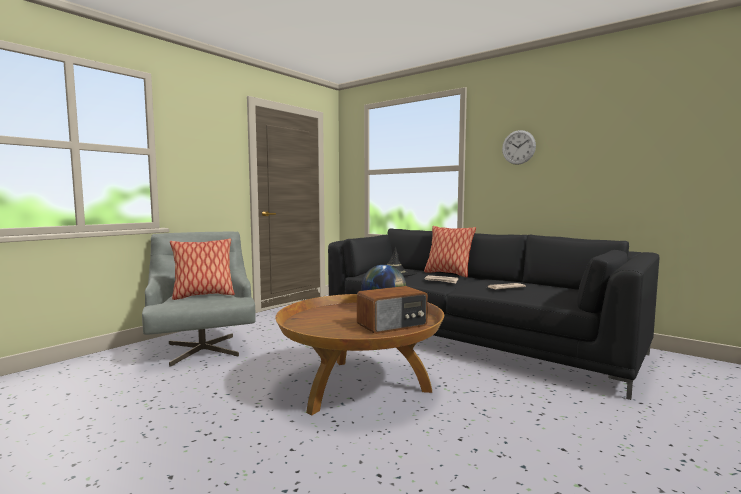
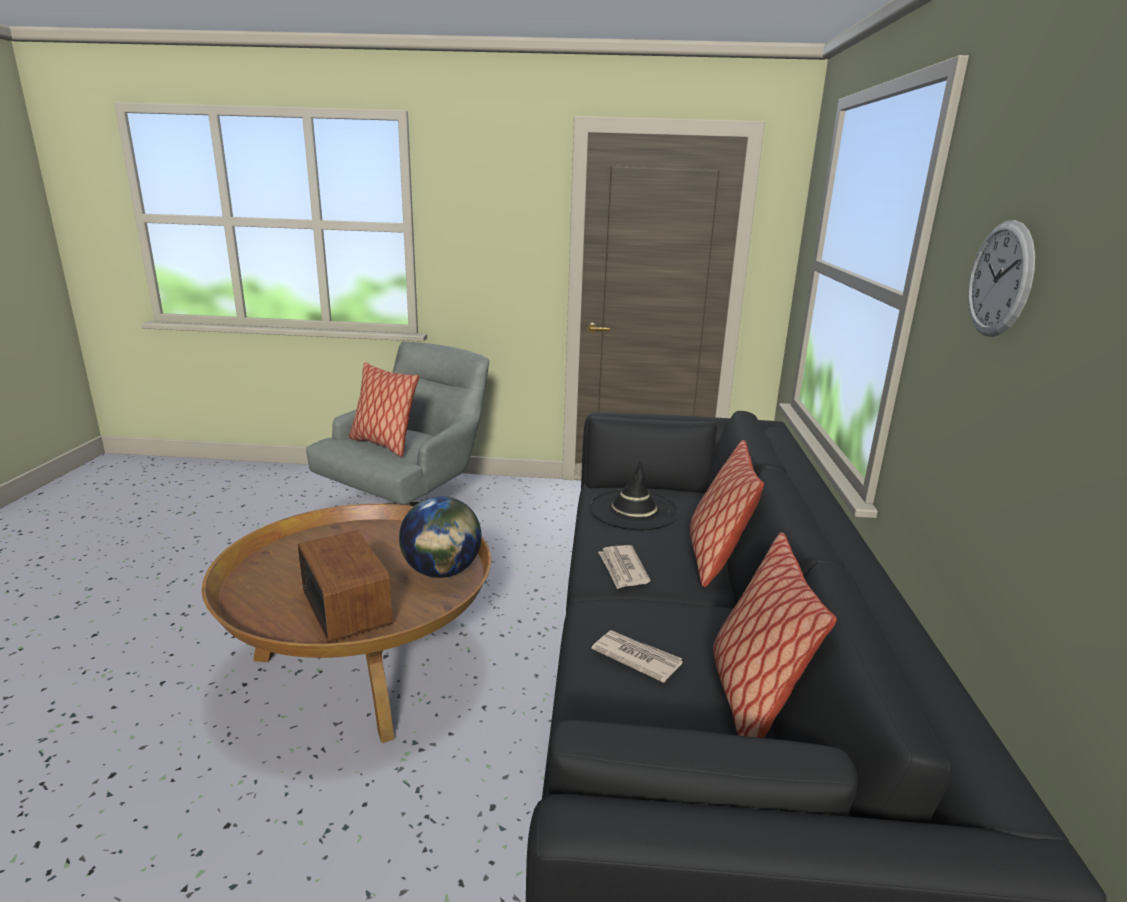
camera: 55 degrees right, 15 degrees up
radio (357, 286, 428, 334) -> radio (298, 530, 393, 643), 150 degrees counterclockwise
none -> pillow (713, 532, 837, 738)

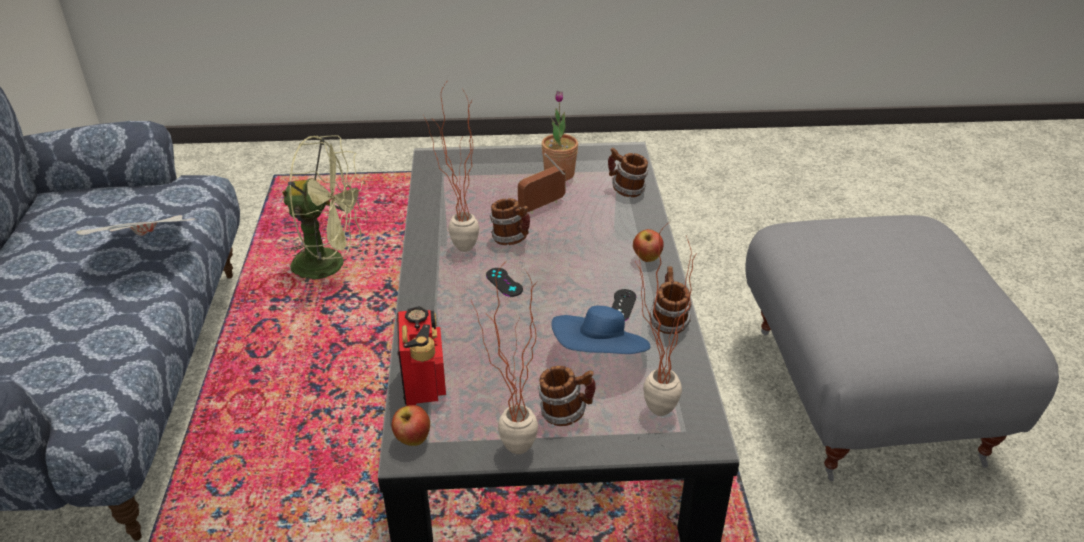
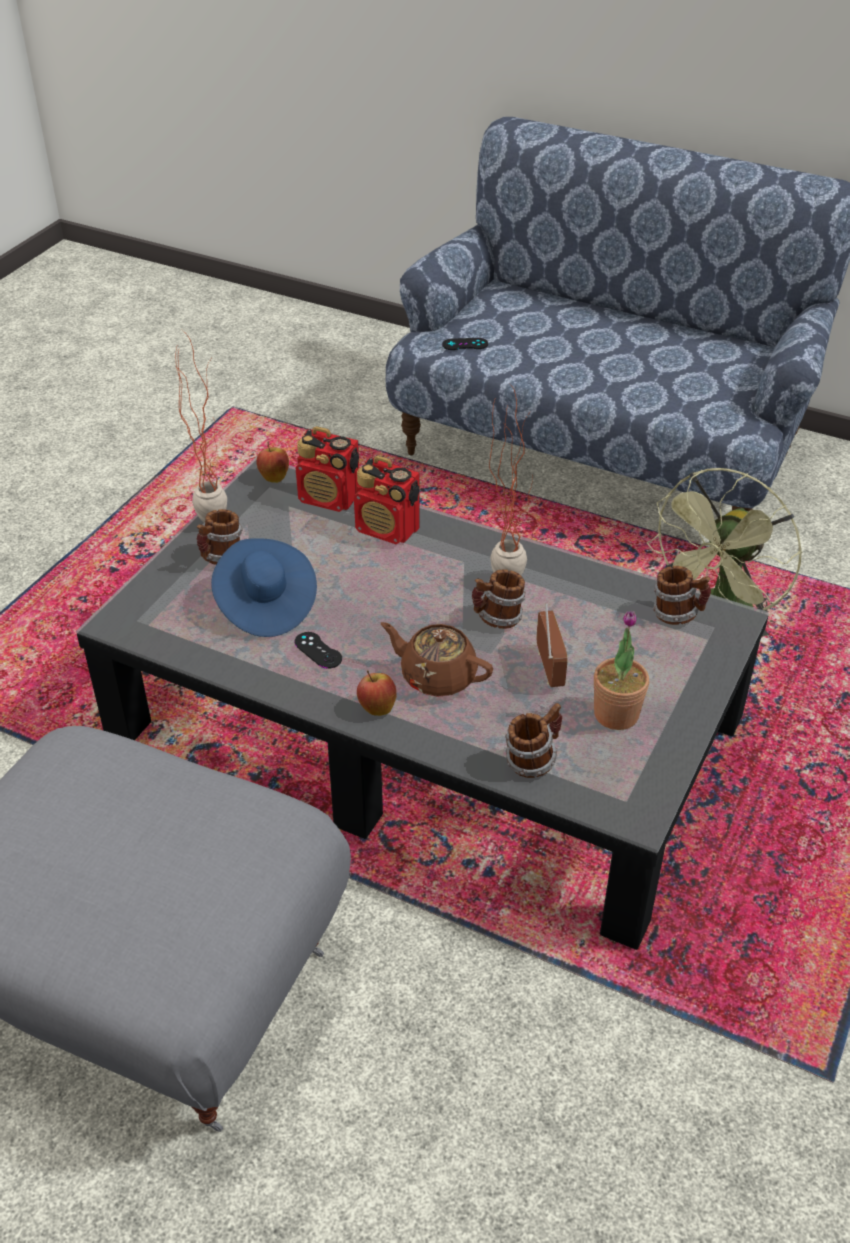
camera: 120 degrees right, 5 degrees up
newspaper (76, 215, 193, 236) -> none
potted plant (636, 223, 696, 416) -> none
mug (649, 266, 692, 334) -> mug (653, 566, 711, 625), move
game controller (black) (486, 268, 523, 297) -> game controller (black) (442, 338, 488, 350), move
none -> radio (354, 455, 420, 544)
none -> teapot (brown) (381, 622, 493, 697)

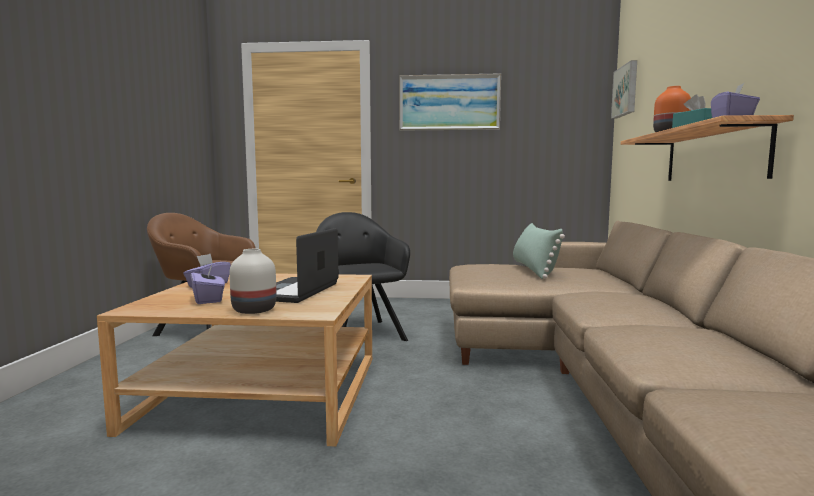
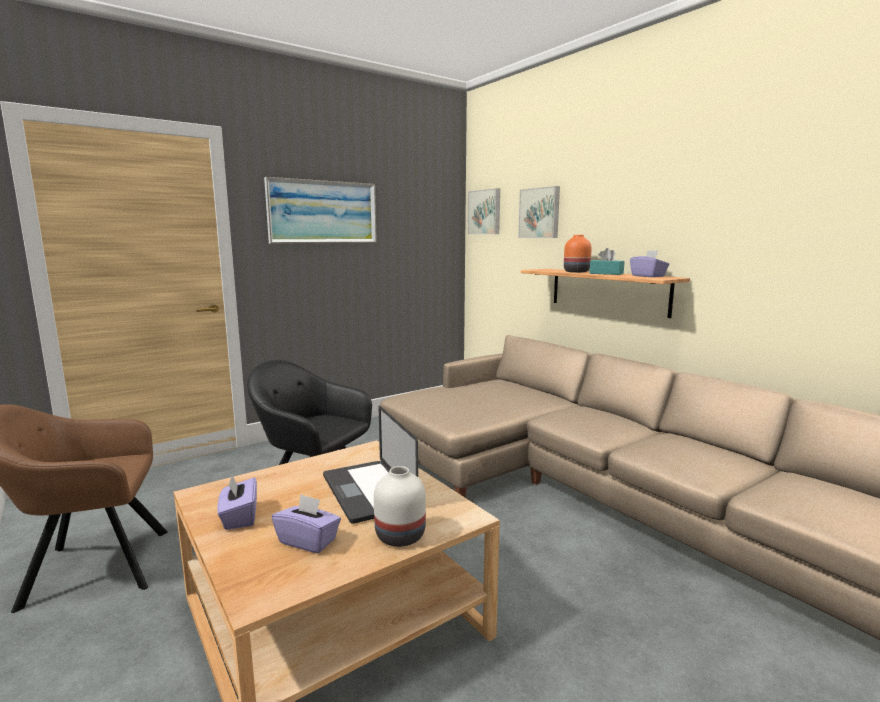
camera: 40 degrees left, 5 degrees up
pillow (green) (513, 223, 565, 279) -> none
none -> picture (518, 186, 560, 238)

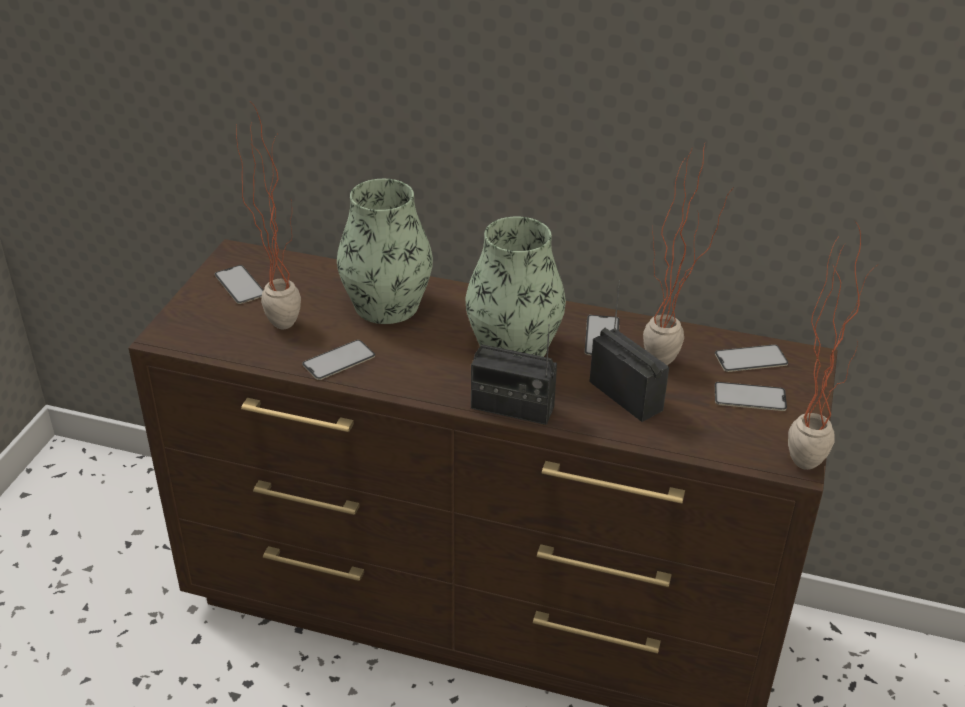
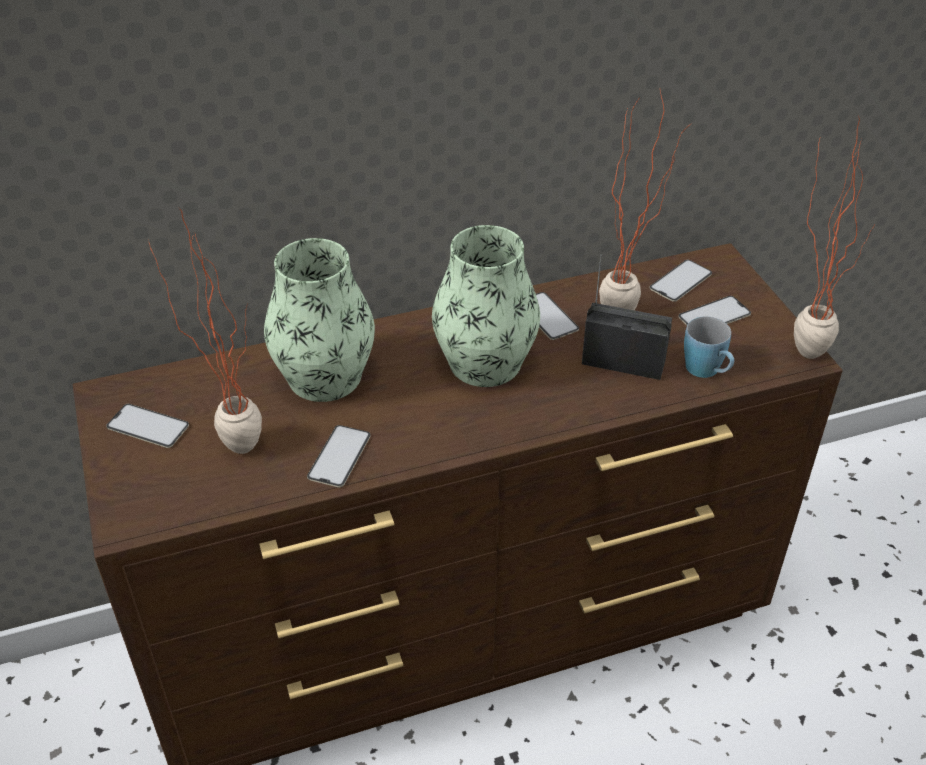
camera: 35 degrees left, 5 degrees up
radio (471, 324, 557, 425) -> none
none -> mug (blue) (684, 316, 734, 378)

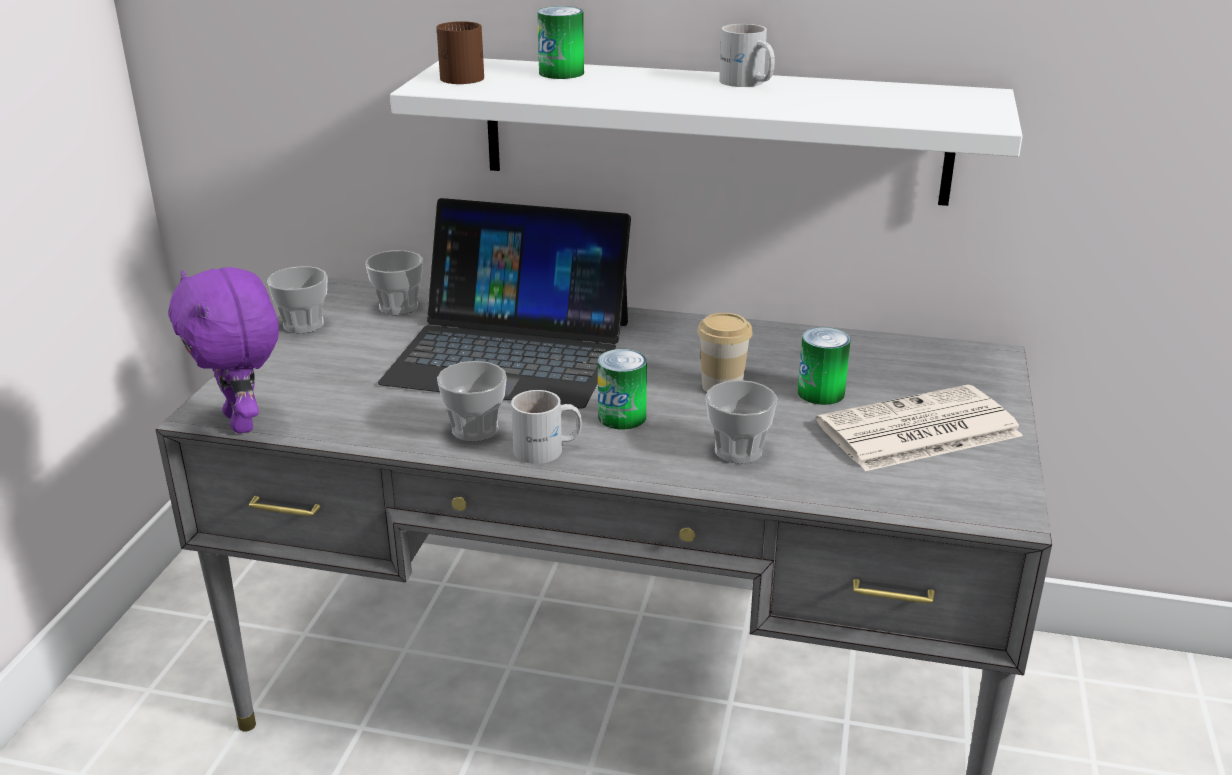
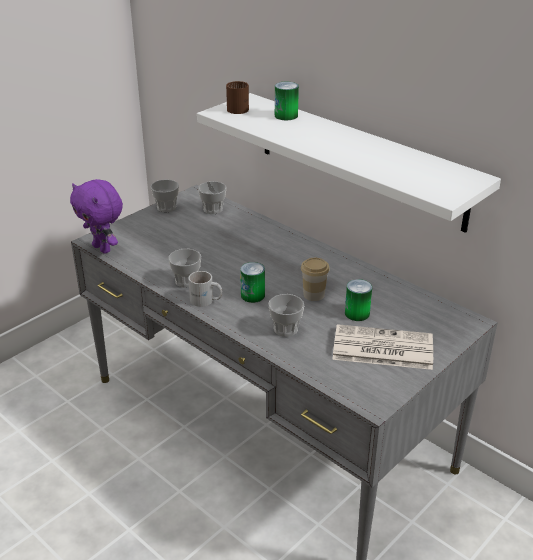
camera: 30 degrees right, 5 degrees up
mug (white) (719, 24, 775, 87) -> none
laptop (378, 198, 631, 409) -> none
plush toy (purple) (168, 267, 279, 434) -> plush toy (purple) (70, 179, 123, 254), 45 degrees counterclockwise

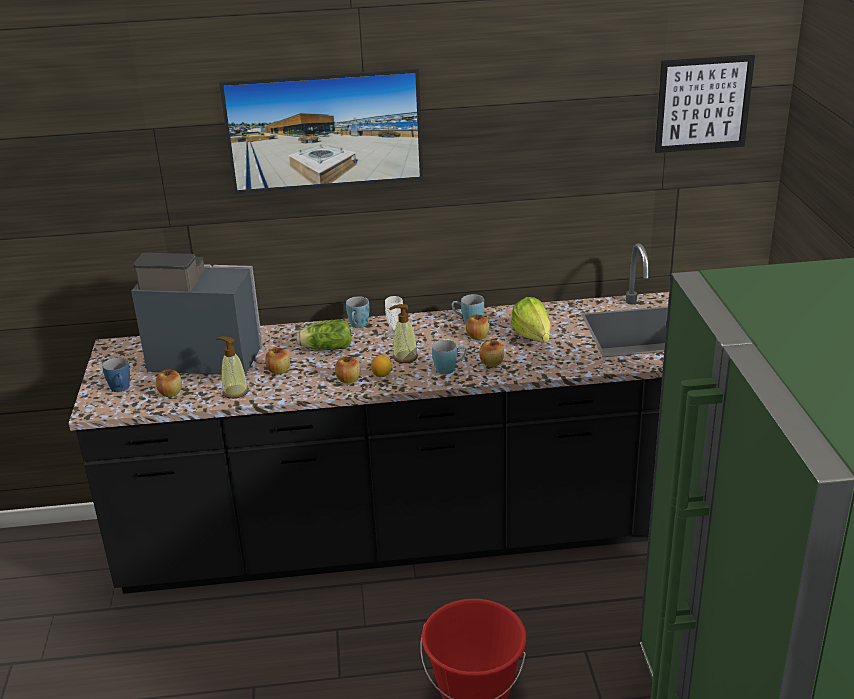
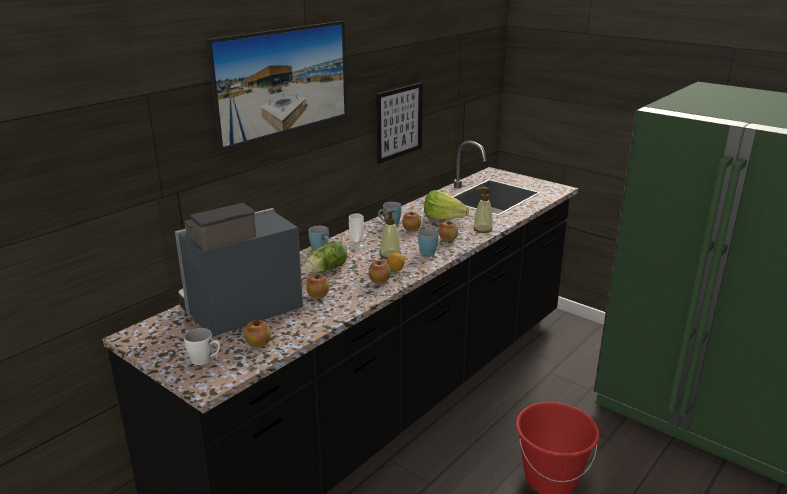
camera: 45 degrees left, 5 degrees down
picture (655, 55, 755, 153) -> picture (376, 82, 423, 164), move
soap dispenser (216, 336, 249, 399) -> soap dispenser (474, 187, 493, 233), move
mug (blue) (102, 357, 130, 392) -> mug (white) (184, 328, 221, 365)

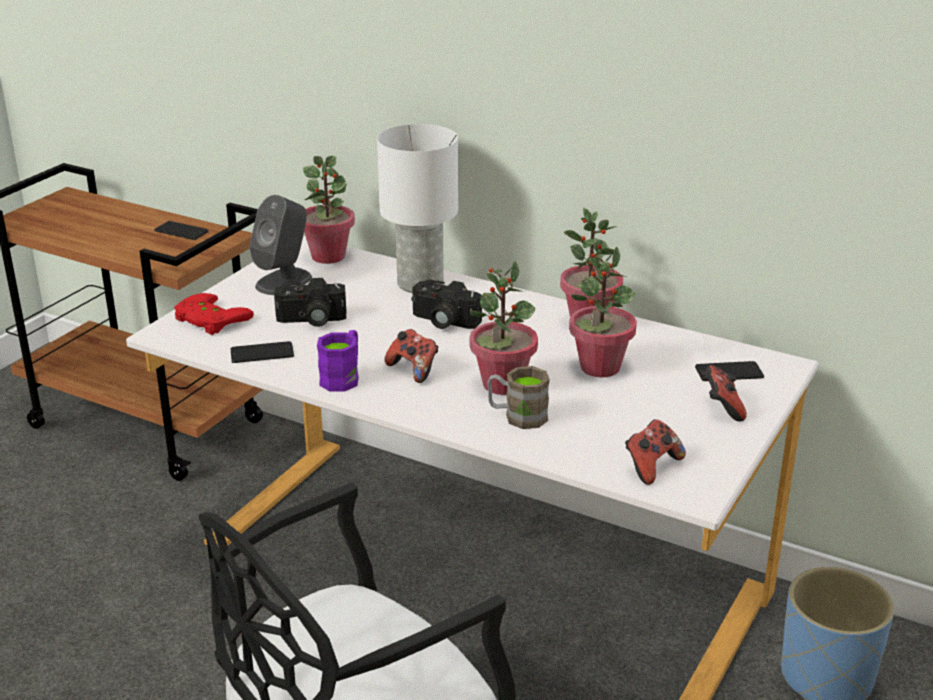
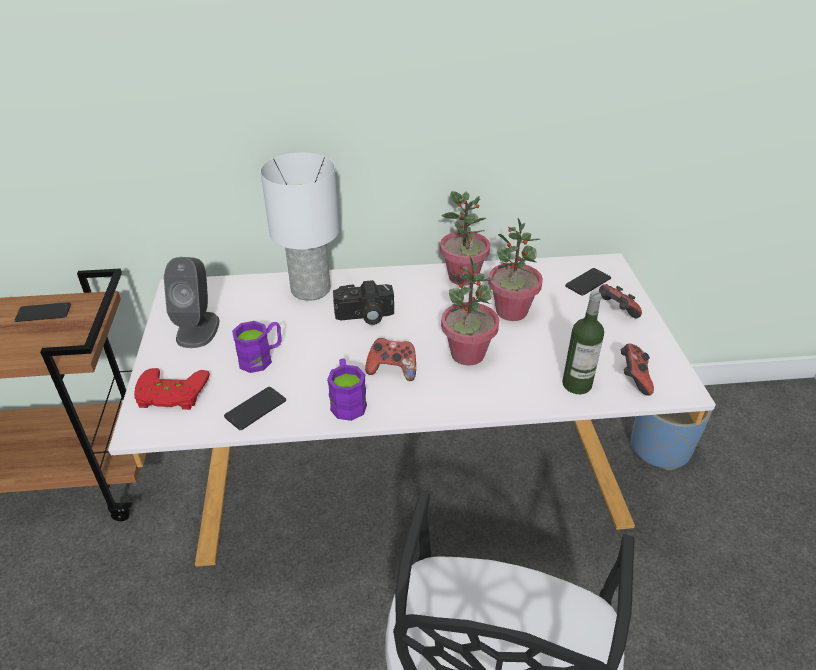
camera: 35 degrees left, 10 degrees up
potted plant (303, 156, 355, 264) -> none
photo camera (274, 278, 346, 327) -> mug (purple) (232, 321, 282, 373)
mug (brown) (487, 366, 550, 429) -> none
none -> bottle (562, 291, 604, 394)

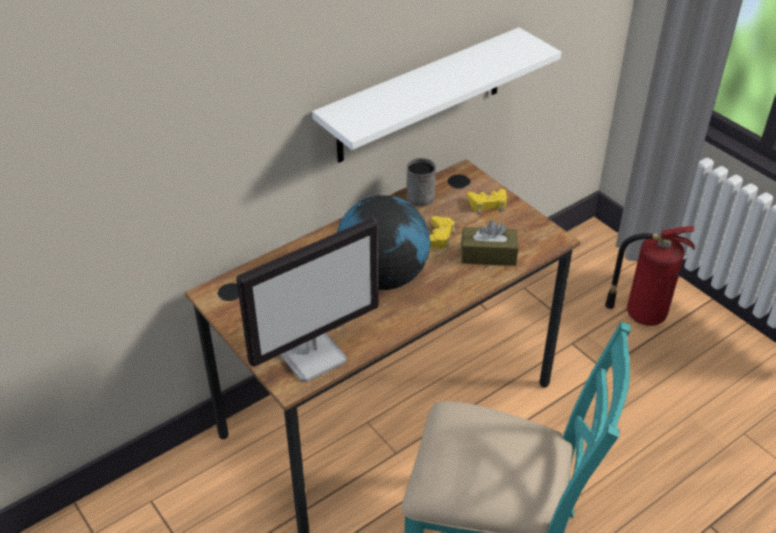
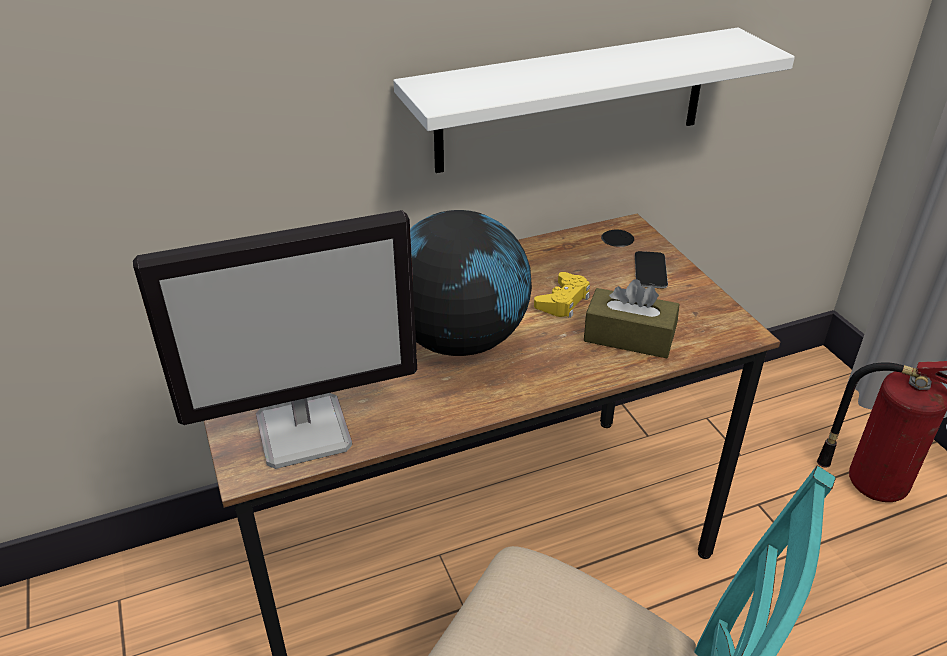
camera: 15 degrees right, 5 degrees down
mug (grey) (406, 158, 436, 207) -> none
game controller (yellow) (467, 189, 507, 213) -> phone (635, 251, 668, 288)

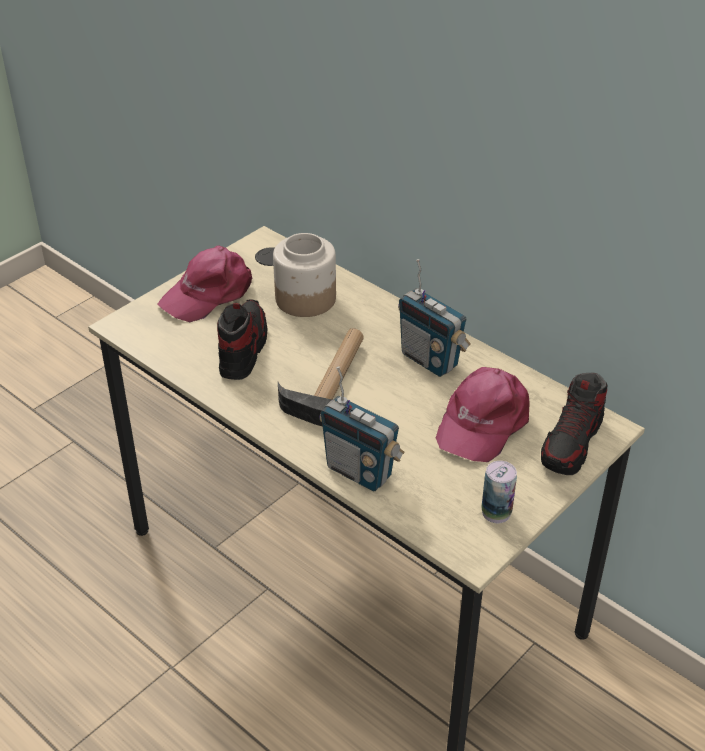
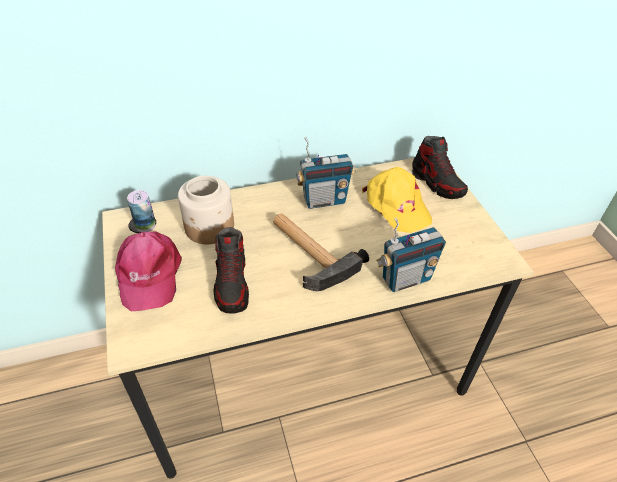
camera: 60 degrees left, 5 degrees up
shoe (217, 299, 268, 380) -> shoe (213, 227, 249, 314), 135 degrees counterclockwise
cap (pink) (436, 367, 530, 462) -> cap (yellow) (362, 167, 432, 233)
can (481, 461, 517, 523) -> can (127, 190, 155, 232), move

